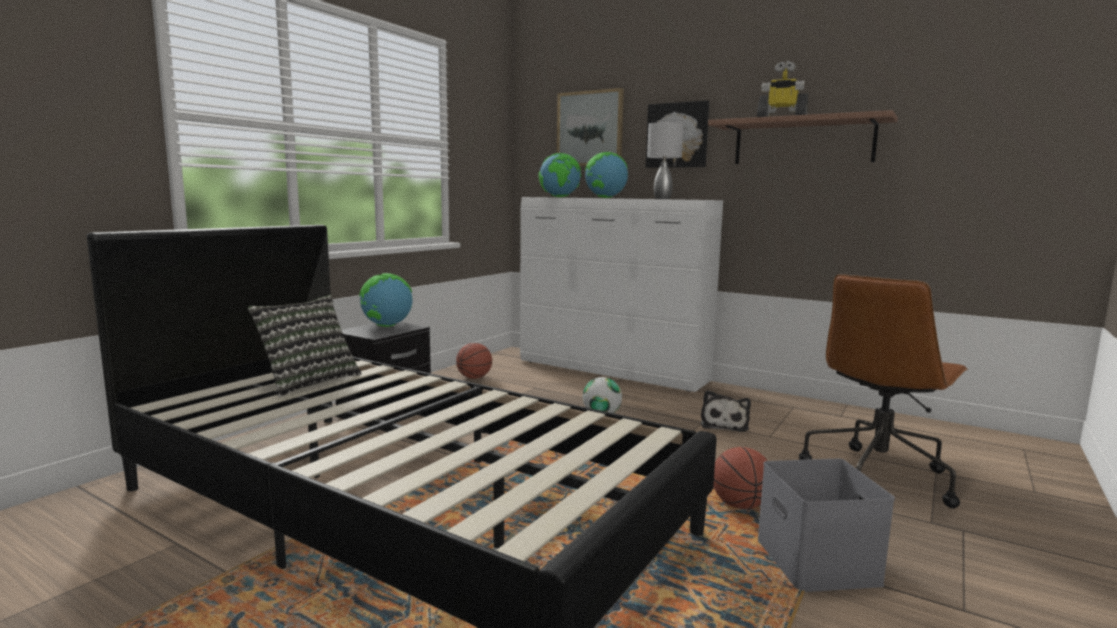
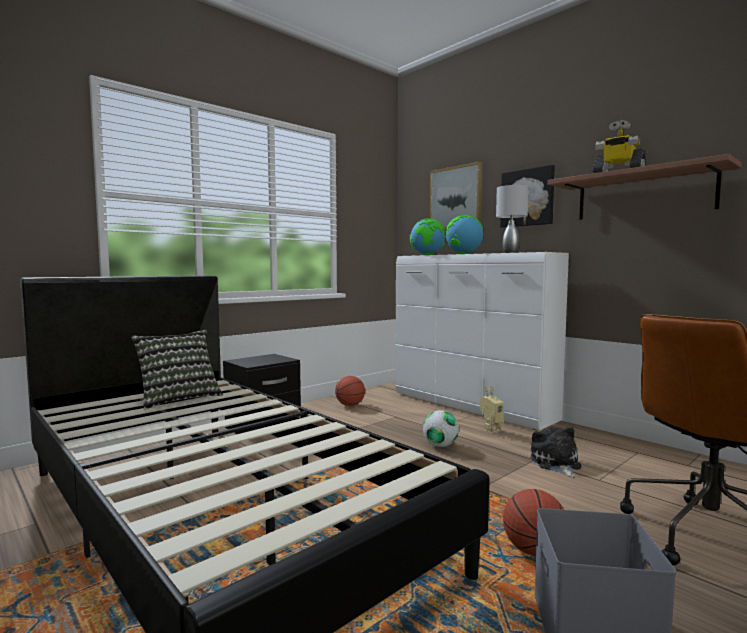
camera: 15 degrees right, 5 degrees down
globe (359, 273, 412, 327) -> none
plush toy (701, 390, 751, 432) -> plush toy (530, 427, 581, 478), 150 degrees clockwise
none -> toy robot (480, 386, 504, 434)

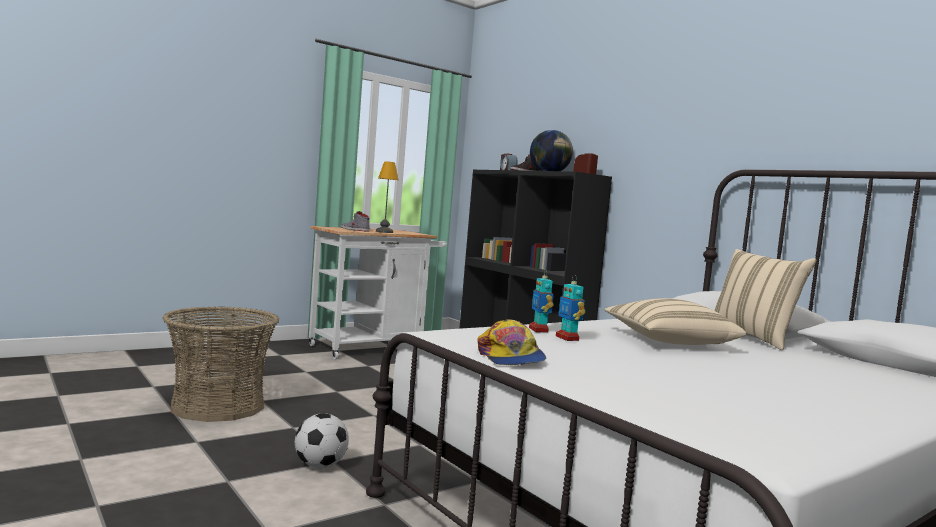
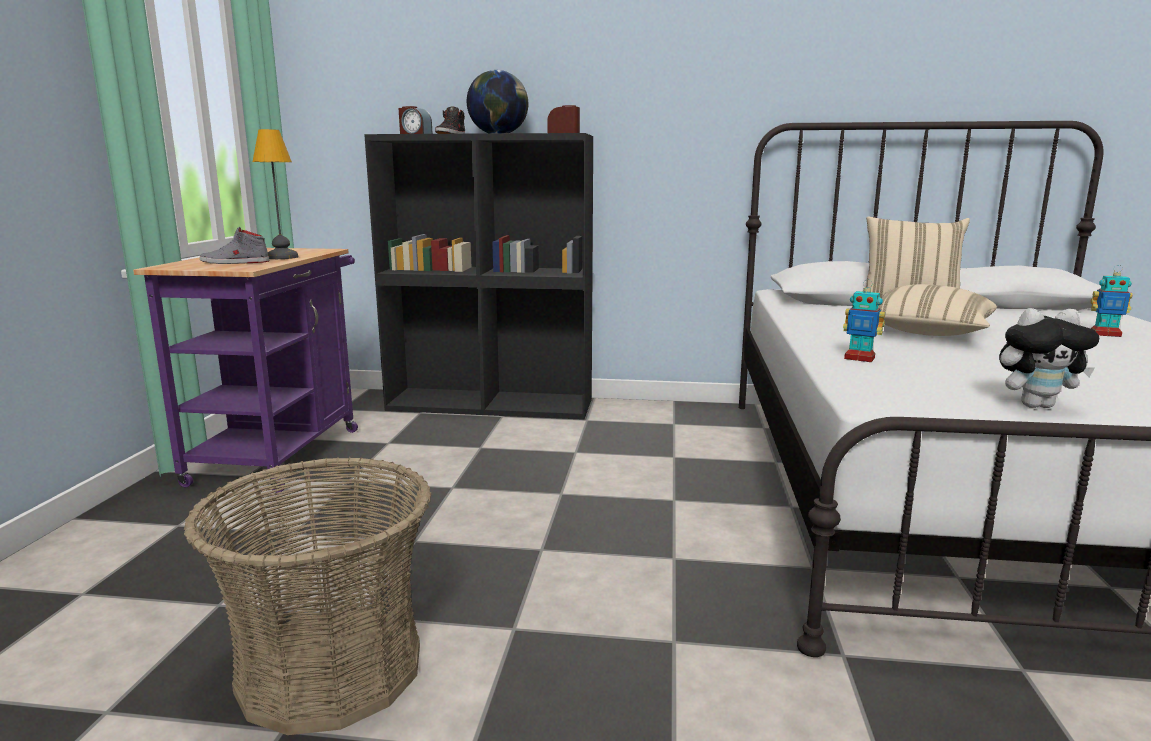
camera: 45 degrees left, 10 degrees up
cart (white) (309, 226, 447, 359) -> cart (purple) (133, 248, 358, 493)
toy robot (556, 275, 585, 341) -> toy robot (1090, 265, 1132, 337), move
cap (477, 320, 546, 365) -> plush toy (999, 308, 1099, 408)
football (295, 413, 349, 468) -> none

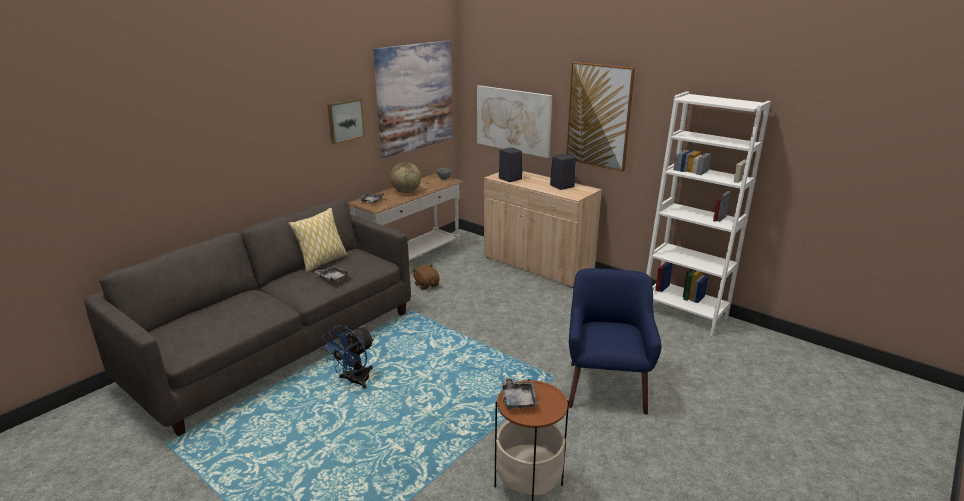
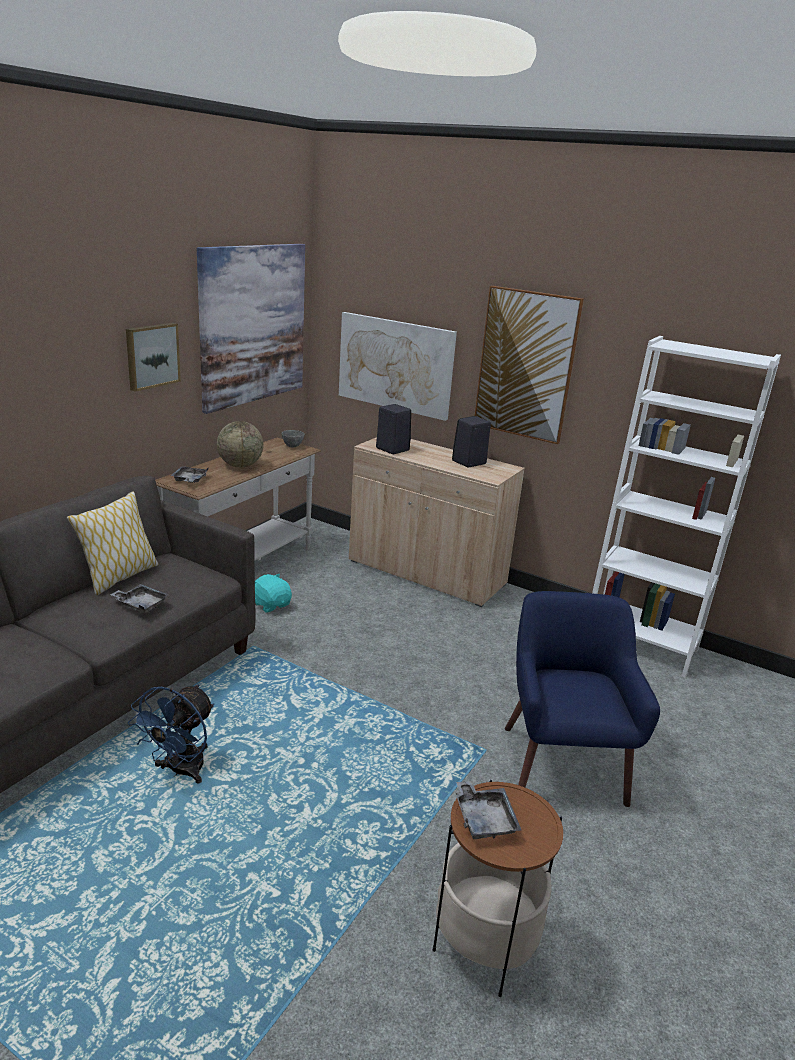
camera: 10 degrees left, 0 degrees up
plush toy (brown) (412, 265, 440, 290) -> plush toy (turquoise) (255, 574, 292, 613)

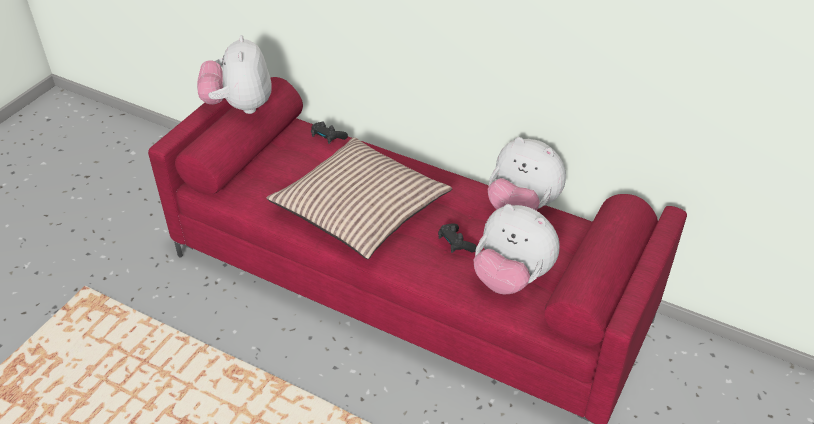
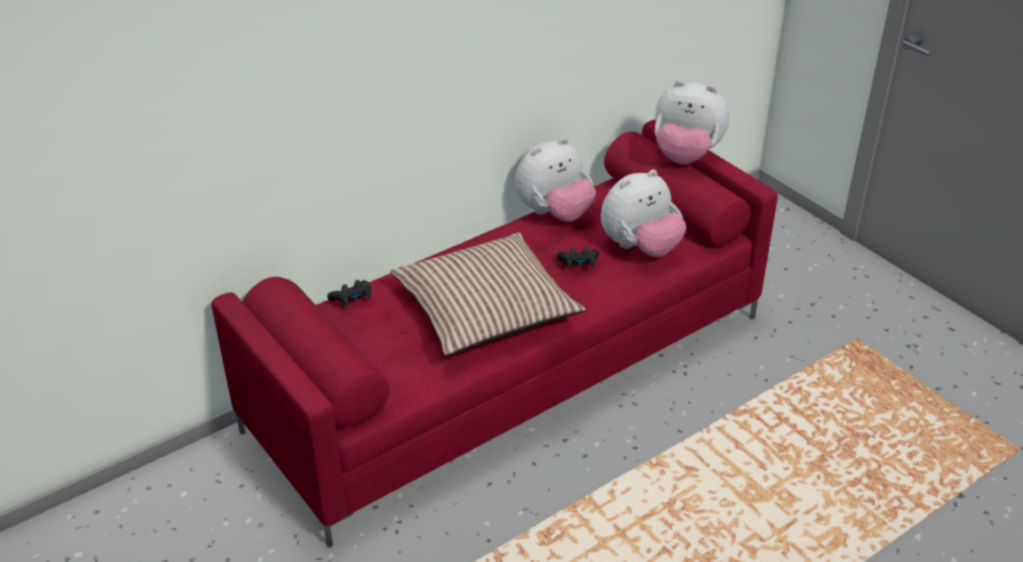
camera: 65 degrees left, 5 degrees down
plush toy (197, 35, 272, 114) -> plush toy (655, 80, 729, 164), move

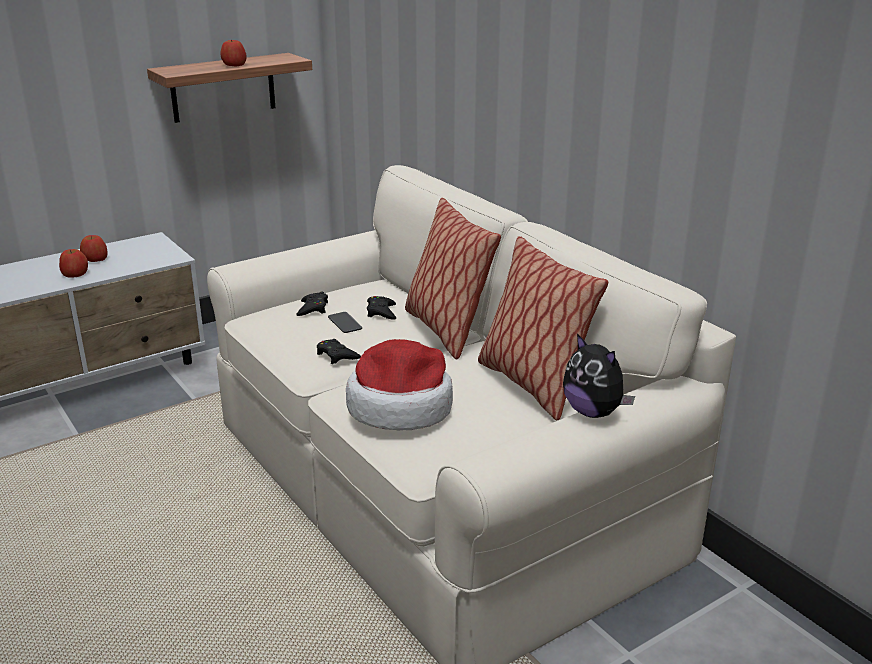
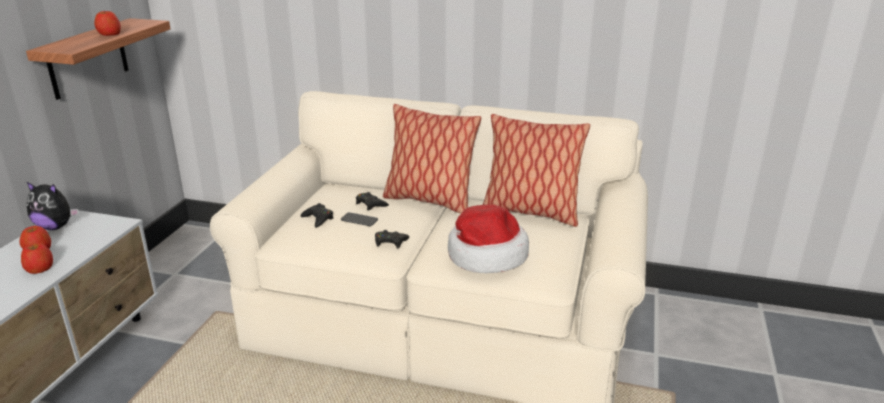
camera: 40 degrees left, 0 degrees up
plush toy (563, 333, 635, 418) -> plush toy (27, 182, 79, 230), move

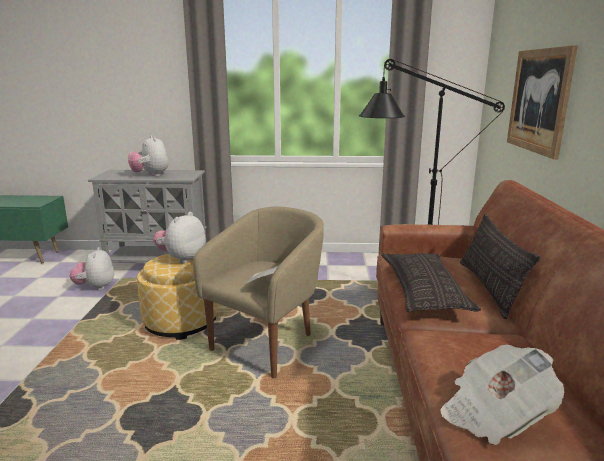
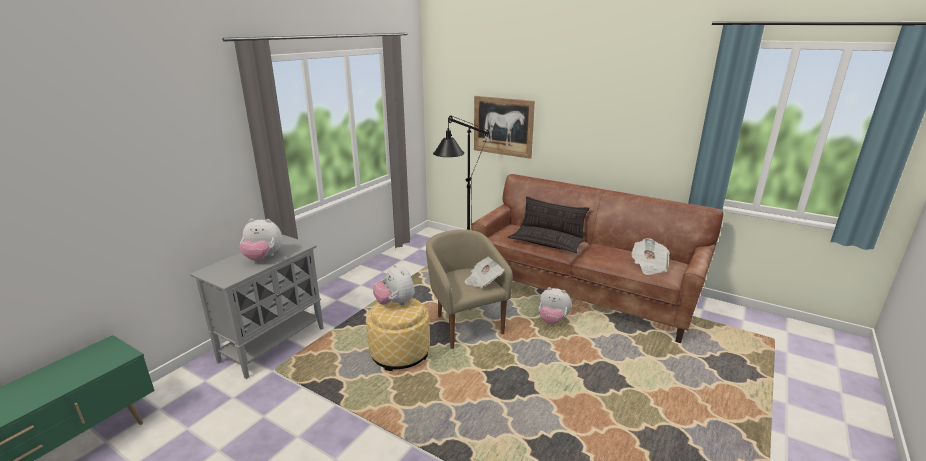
camera: 60 degrees left, 5 degrees up
plush toy (70, 247, 114, 290) -> plush toy (539, 287, 572, 325), move

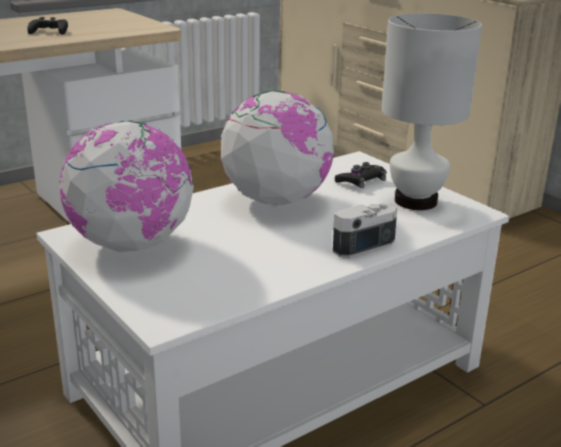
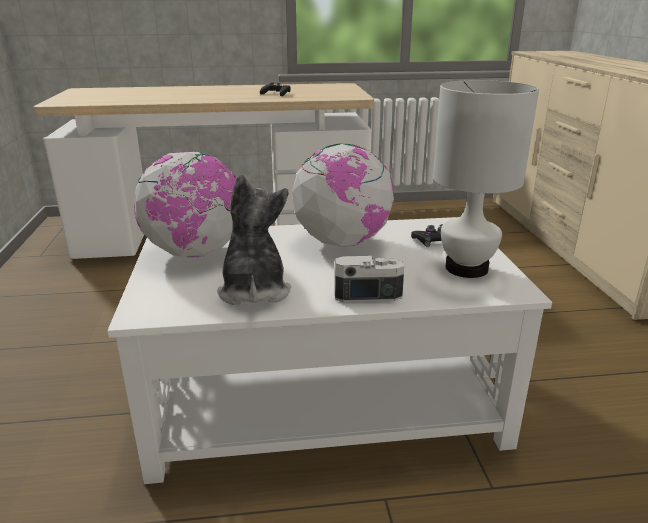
camera: 30 degrees right, 0 degrees up
none -> plush toy (217, 175, 291, 305)

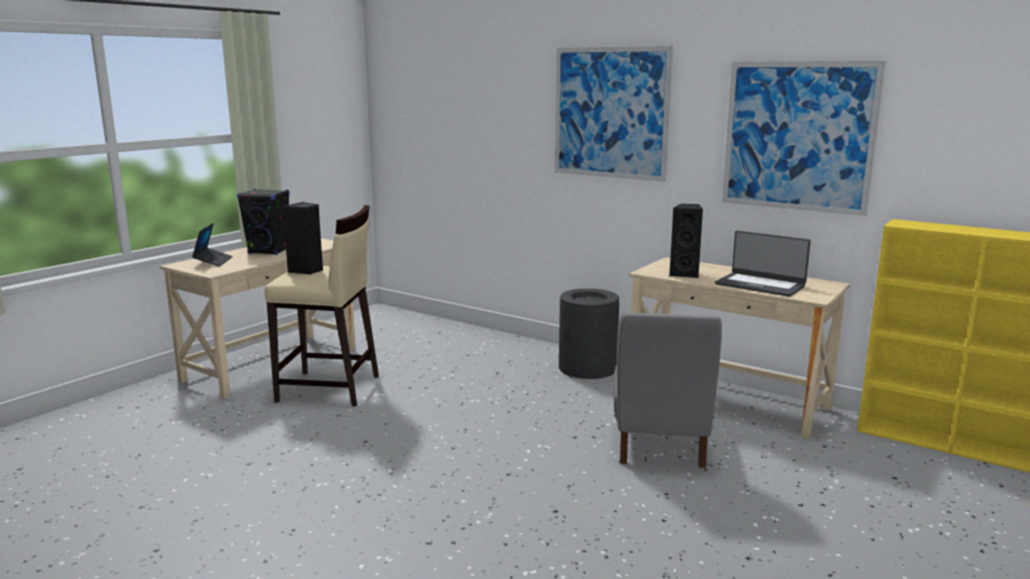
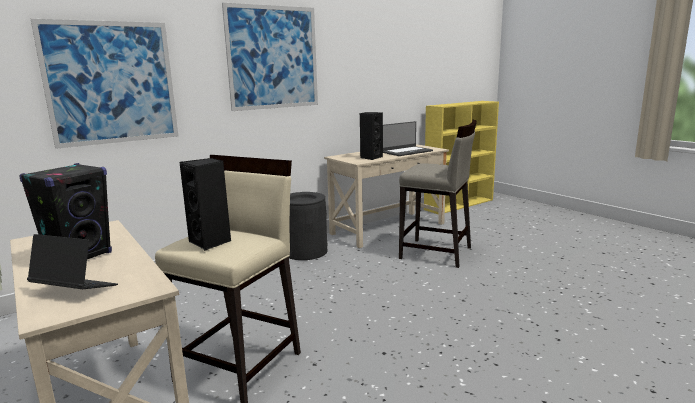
camera: 70 degrees left, 0 degrees up
picture (722, 61, 885, 216) -> picture (31, 19, 178, 149), move
chair (grey) (614, 313, 722, 468) -> stool (beige) (399, 120, 477, 268)

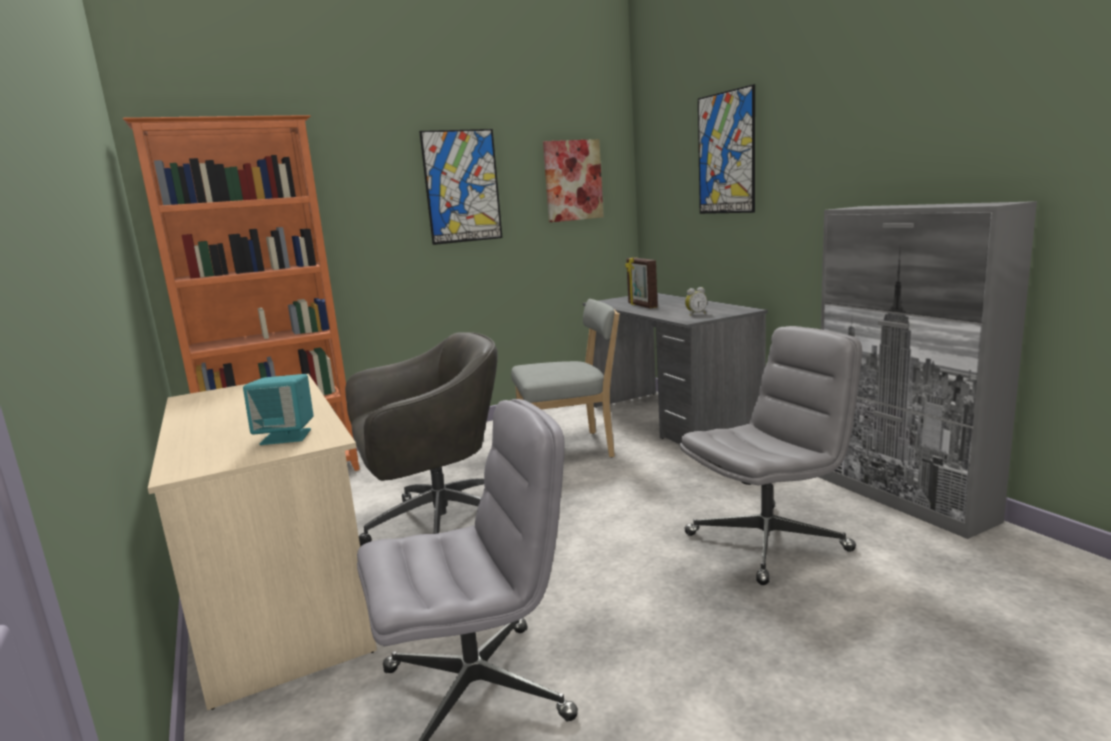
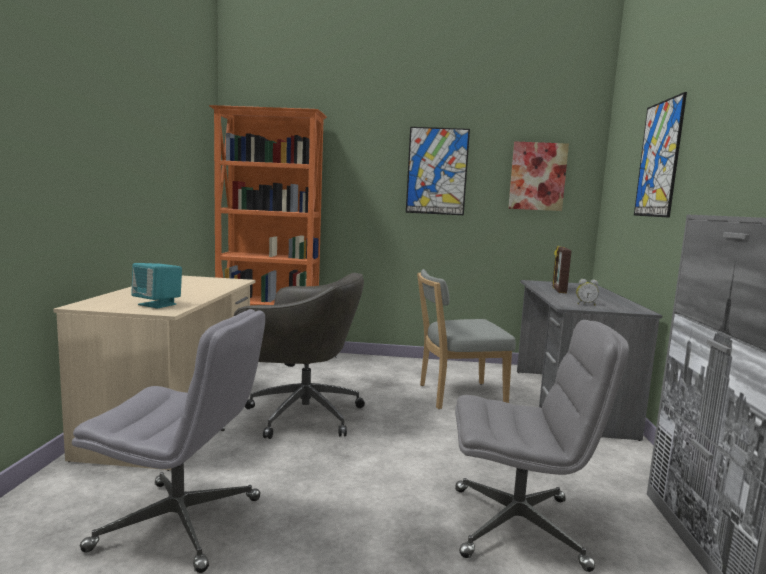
camera: 30 degrees right, 5 degrees down
chair (grey) (511, 299, 620, 458) -> chair (grey) (417, 269, 516, 409), 150 degrees clockwise

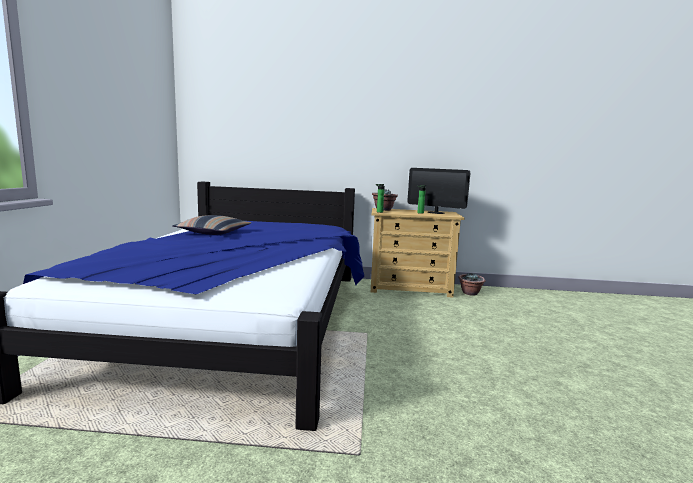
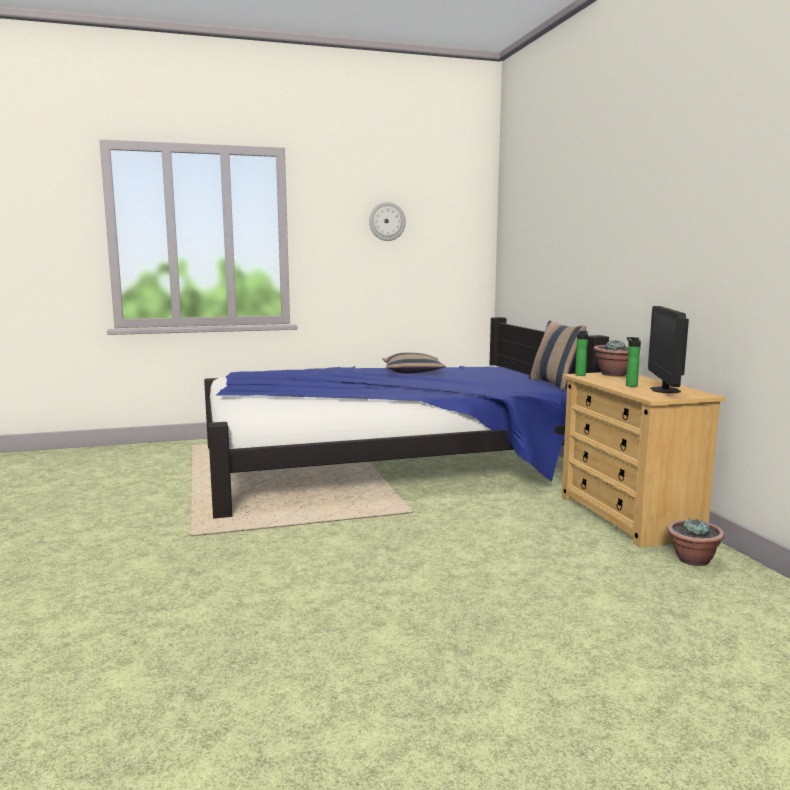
camera: 70 degrees right, 0 degrees up
none -> wall clock (369, 202, 406, 241)
none -> pillow (528, 320, 586, 390)

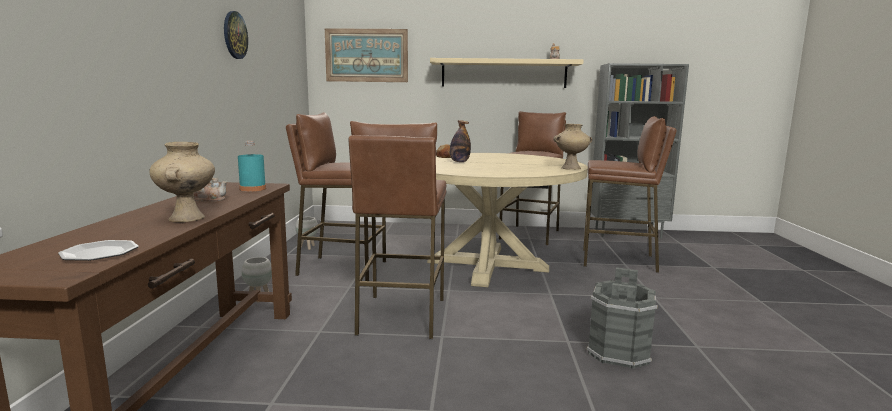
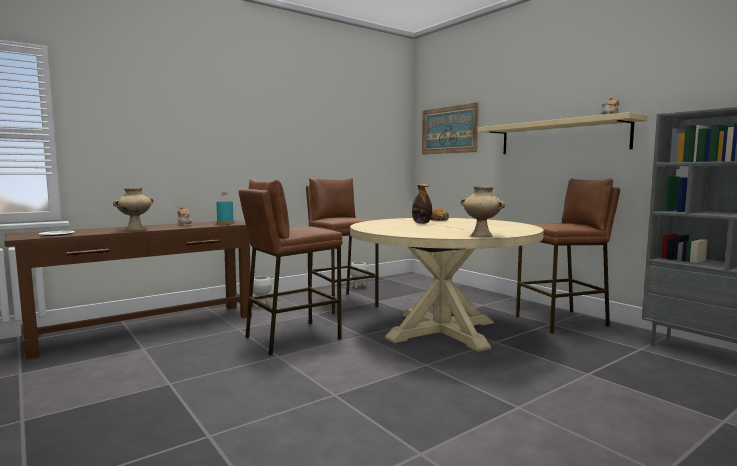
camera: 50 degrees right, 5 degrees down
wall clock (224, 11, 248, 59) -> none
stool (brown) (583, 116, 677, 273) -> none
bucket (grey) (587, 267, 658, 369) -> none

